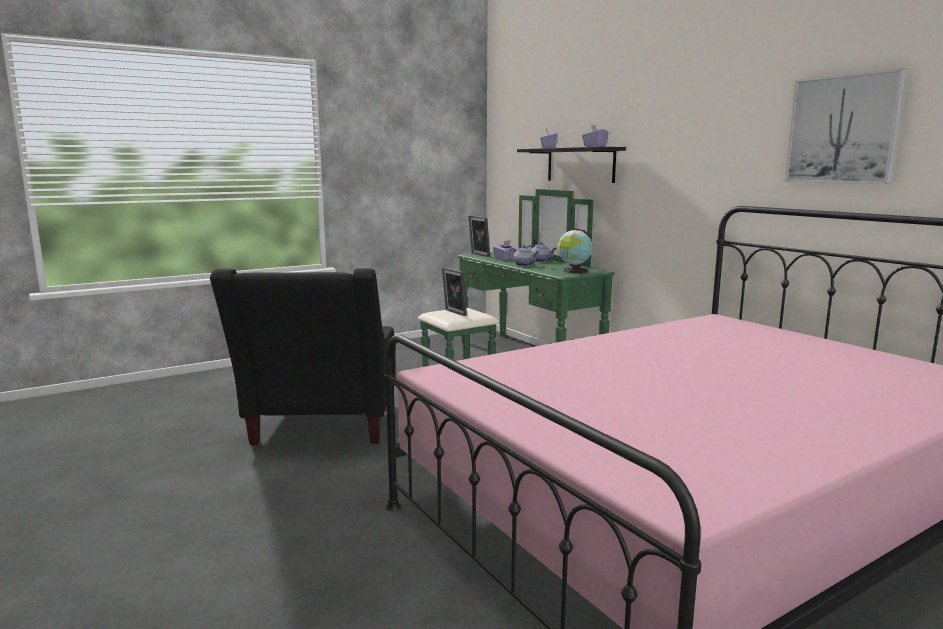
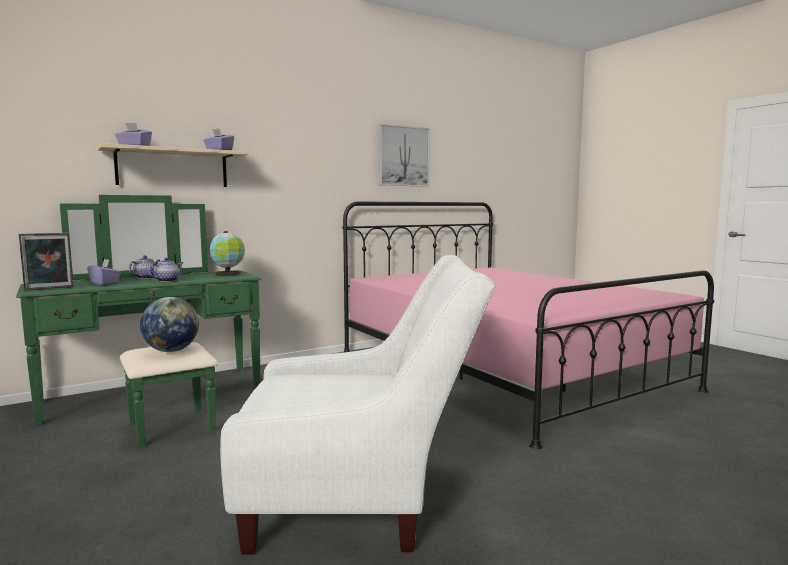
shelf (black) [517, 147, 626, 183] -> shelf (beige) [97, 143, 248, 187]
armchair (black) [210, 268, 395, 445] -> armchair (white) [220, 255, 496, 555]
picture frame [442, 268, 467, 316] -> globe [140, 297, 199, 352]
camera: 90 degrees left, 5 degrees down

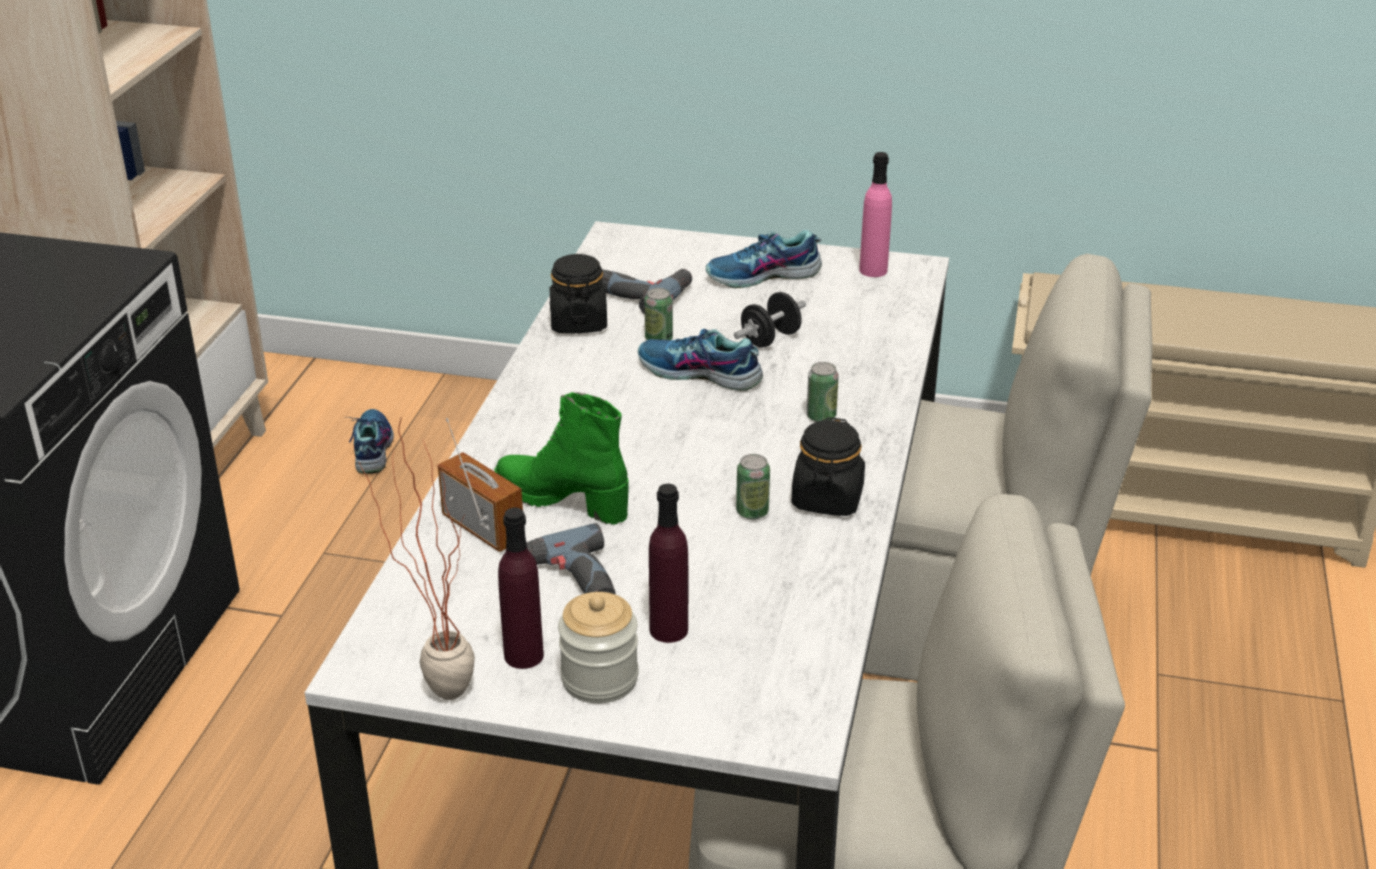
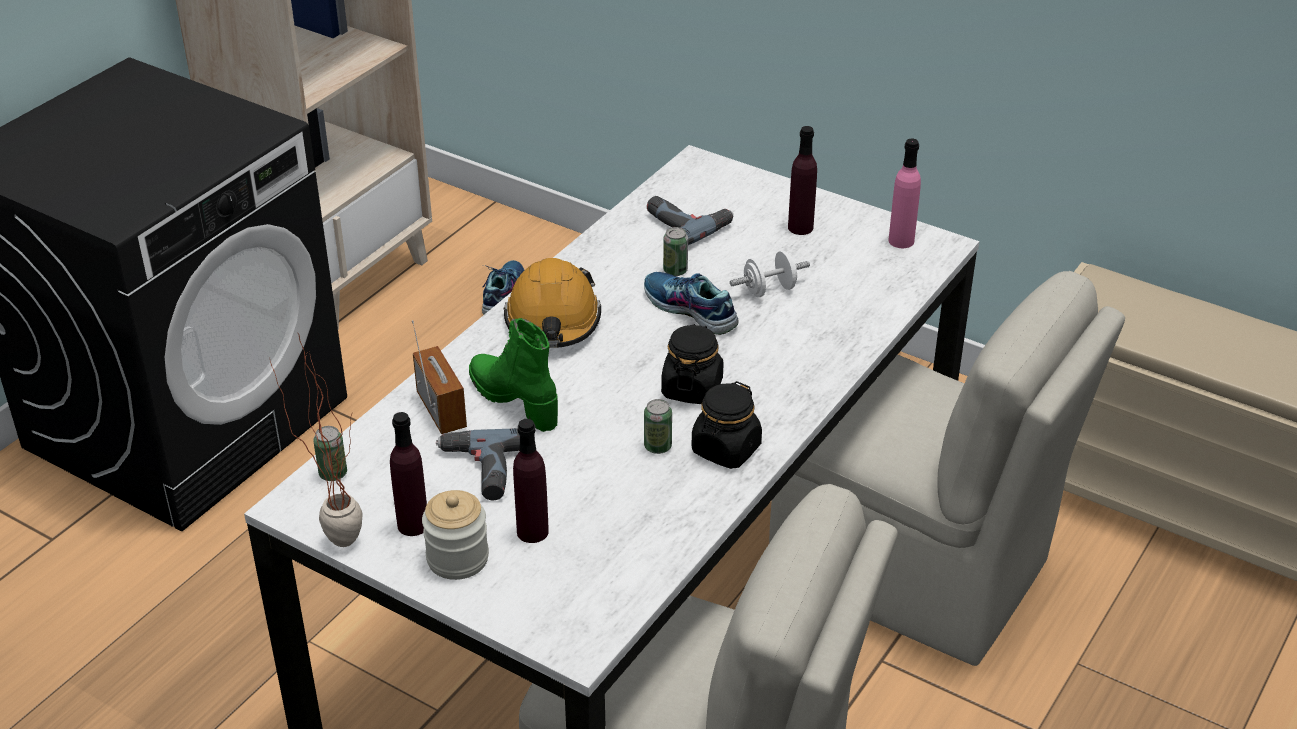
shoe [706, 230, 822, 288] -> bottle (purple) [788, 126, 817, 235]
jar (black) [550, 254, 607, 333] -> jar (black) [661, 324, 723, 404], shifted
dumbbell (black) [734, 292, 806, 348] -> dumbbell (white) [730, 251, 810, 297]
can [806, 362, 839, 422] -> can [313, 426, 347, 481], shifted
none -> hard hat (orange) [504, 258, 601, 348]
camera: 20 degrees right, 5 degrees up

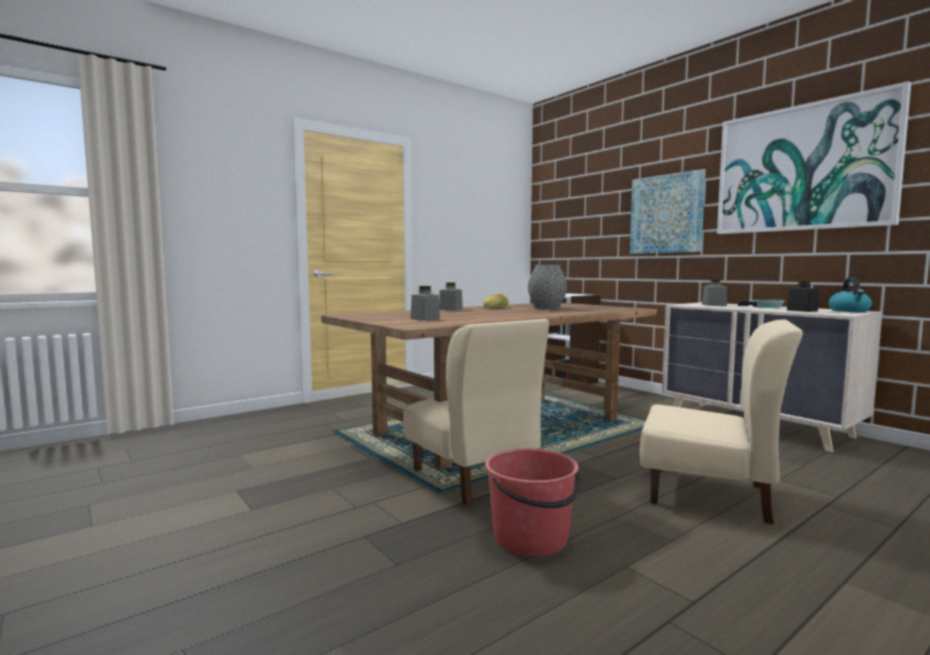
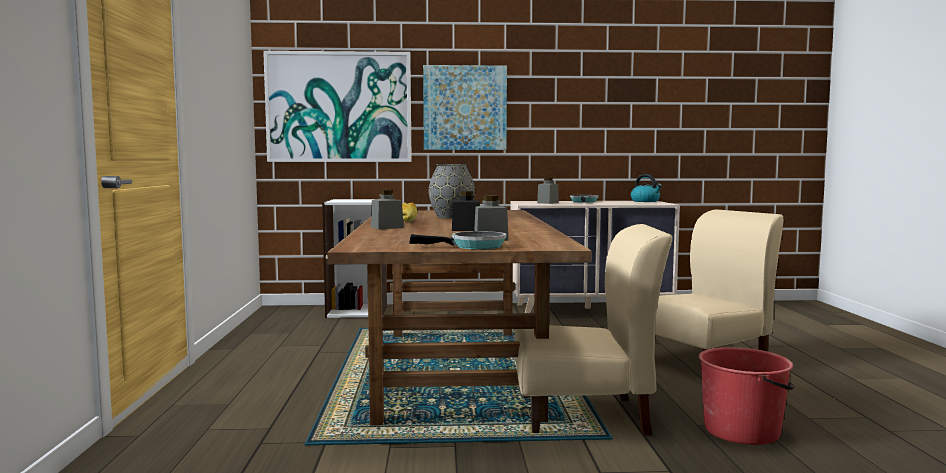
picture [717, 81, 911, 234] -> picture [263, 51, 412, 162], shifted
jar (black) [787, 281, 818, 312] -> jar (black) [452, 191, 480, 231], shifted
none -> frying pan [409, 231, 507, 249]
camera: 55 degrees left, 0 degrees up

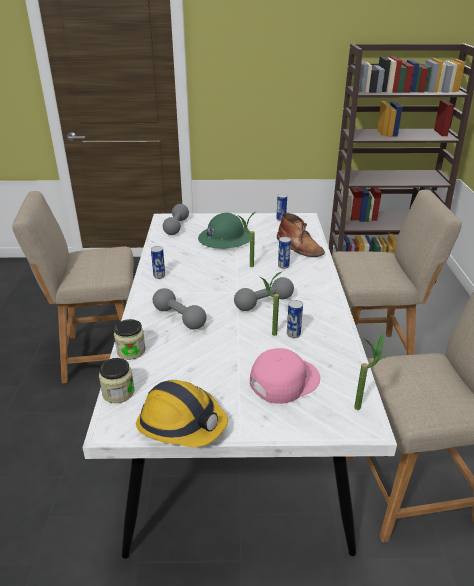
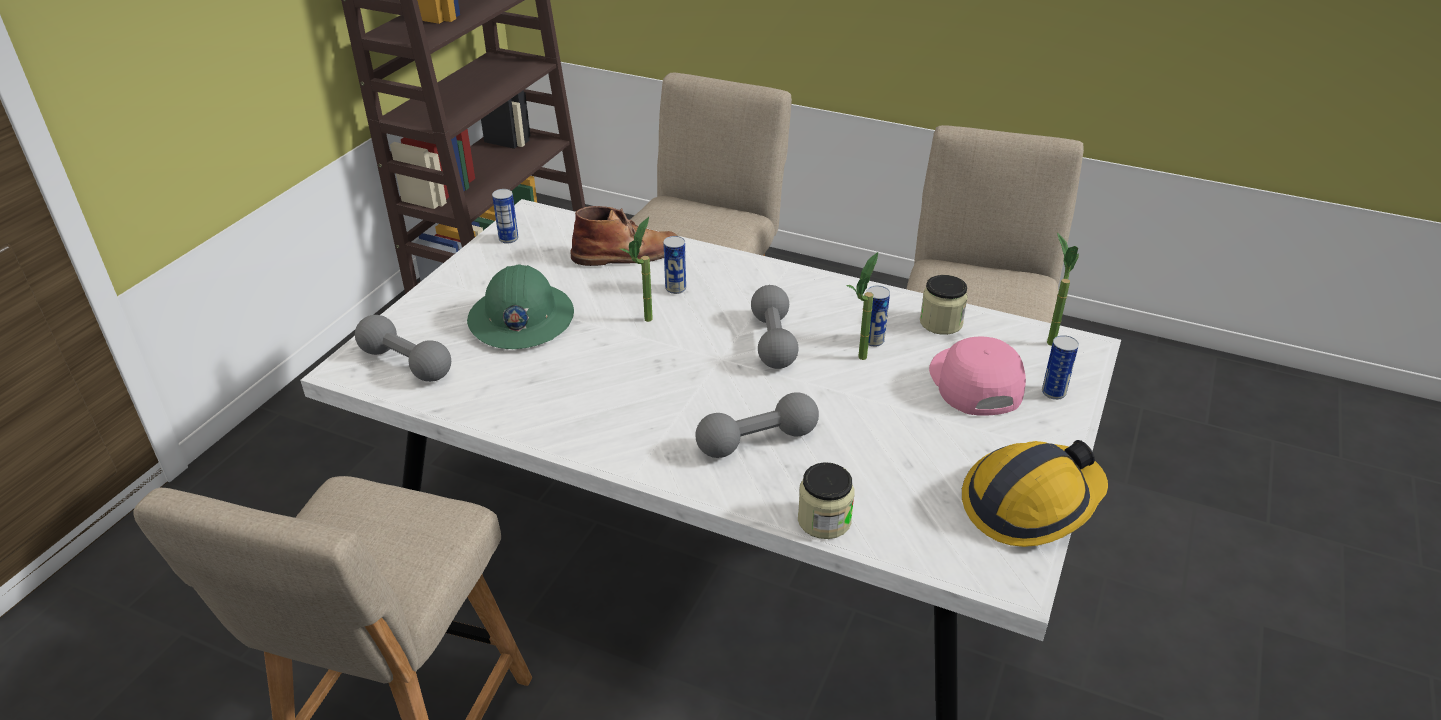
can [151, 246, 165, 279] -> can [1042, 335, 1079, 400], shifted
jar [99, 358, 134, 403] -> jar [920, 275, 968, 335], shifted
camera: 65 degrees left, 5 degrees up

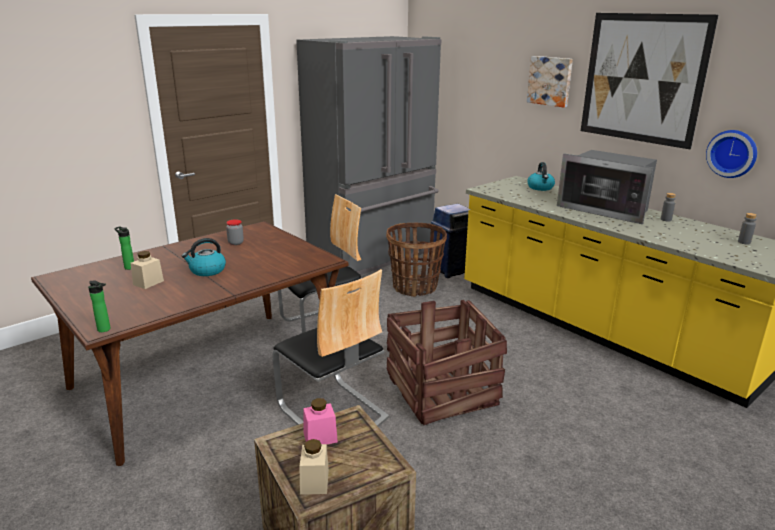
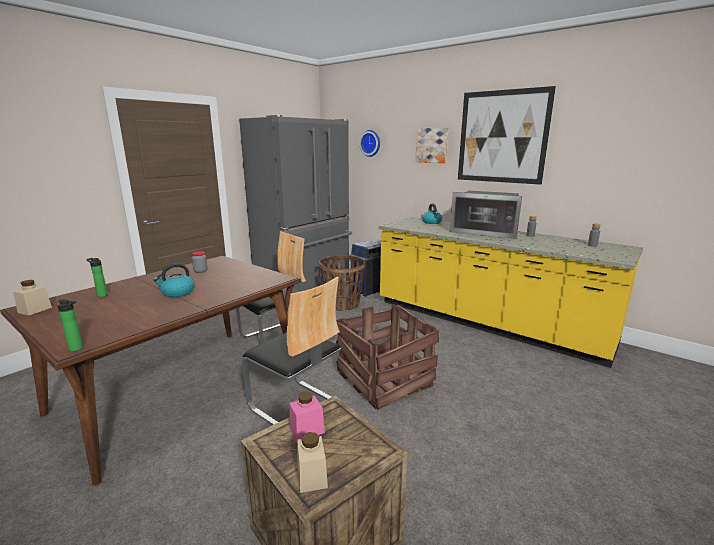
wall clock [706, 130, 757, 178] -> wall clock [359, 130, 380, 157], shifted
jar (beige) [131, 251, 164, 289] -> jar (beige) [13, 280, 52, 316], shifted
camera: 10 degrees left, 5 degrees down

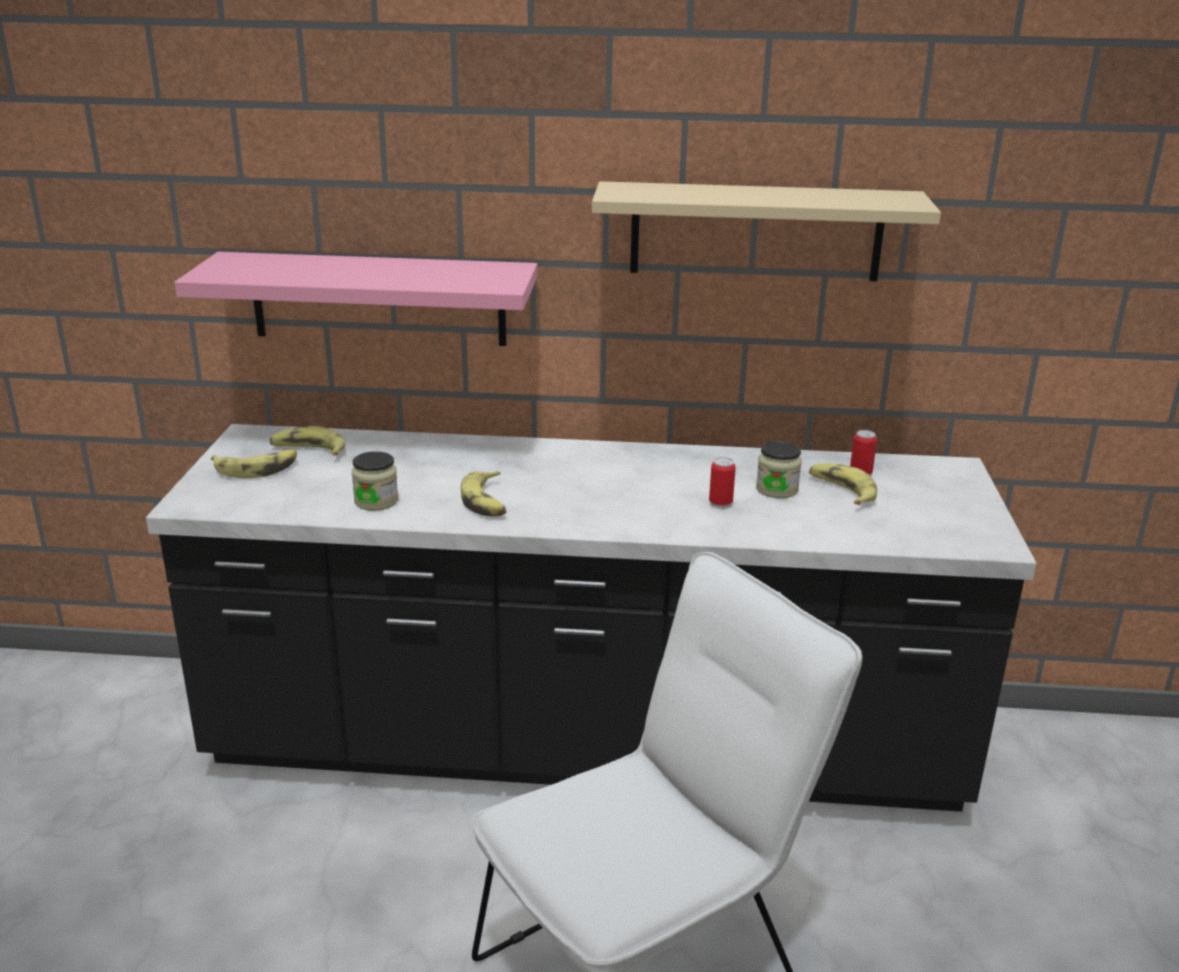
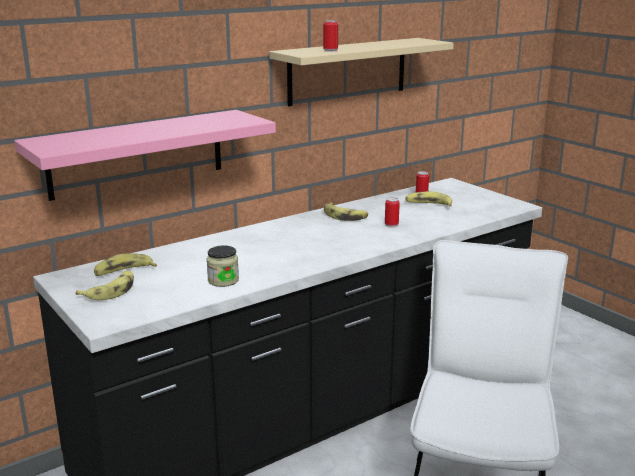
jar [756, 441, 802, 498] -> none
banana [461, 471, 506, 516] -> banana [324, 202, 368, 221], shifted
none -> can [323, 20, 338, 52]
camera: 40 degrees left, 5 degrees down

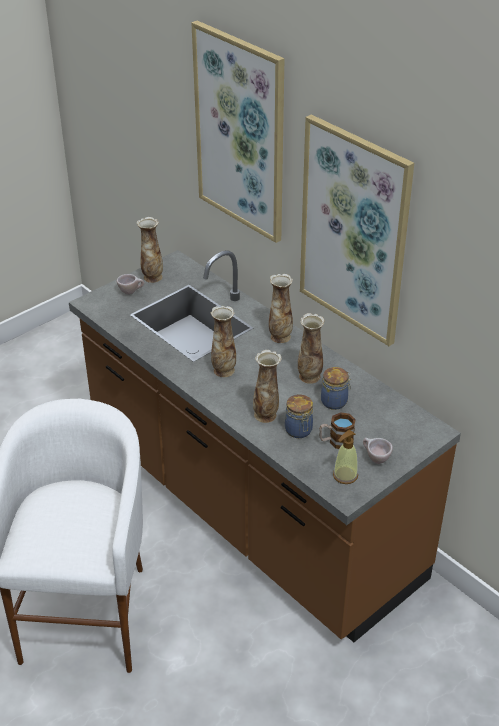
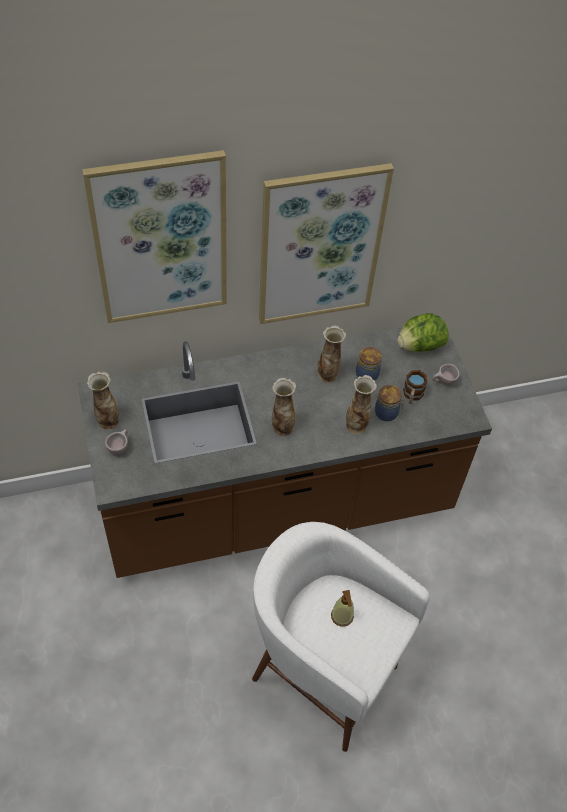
vase [269, 274, 293, 343] -> none
soap dispenser [333, 430, 358, 484] -> soap dispenser [331, 590, 354, 627], shifted
none -> lettuce [397, 313, 449, 352]
camera: 65 degrees left, 15 degrees up

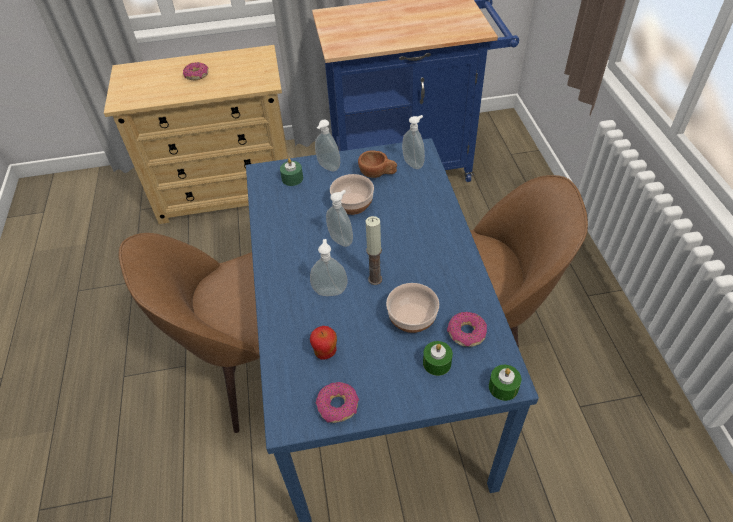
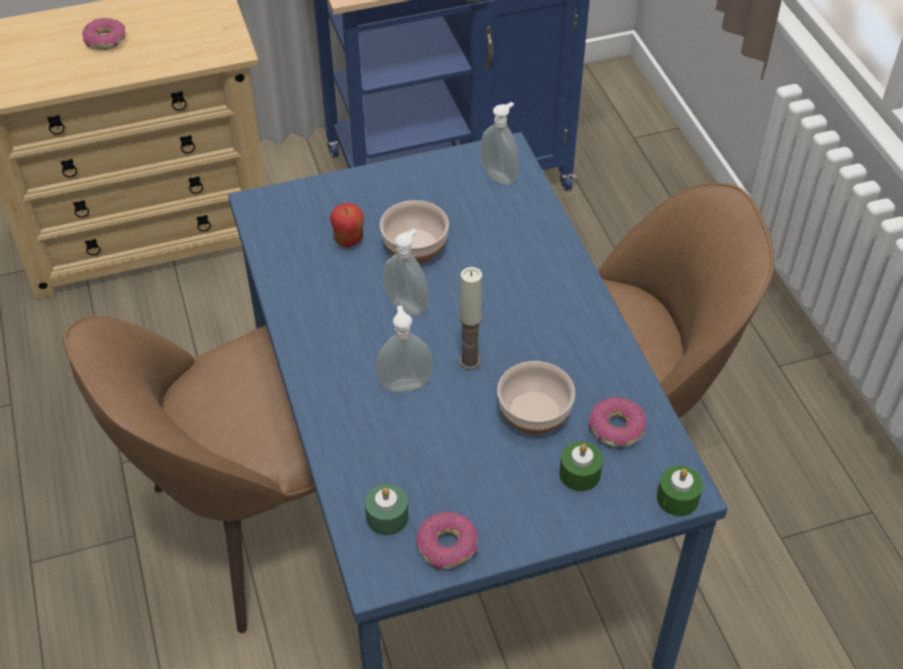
soap dispenser [315, 119, 340, 171] -> none
cup (brown) [358, 151, 397, 178] -> none
candle (green) [280, 158, 303, 186] -> candle (green) [365, 484, 408, 535], shifted
apple [310, 326, 337, 360] -> apple [330, 203, 364, 247], shifted
camera: 10 degrees left, 0 degrees up

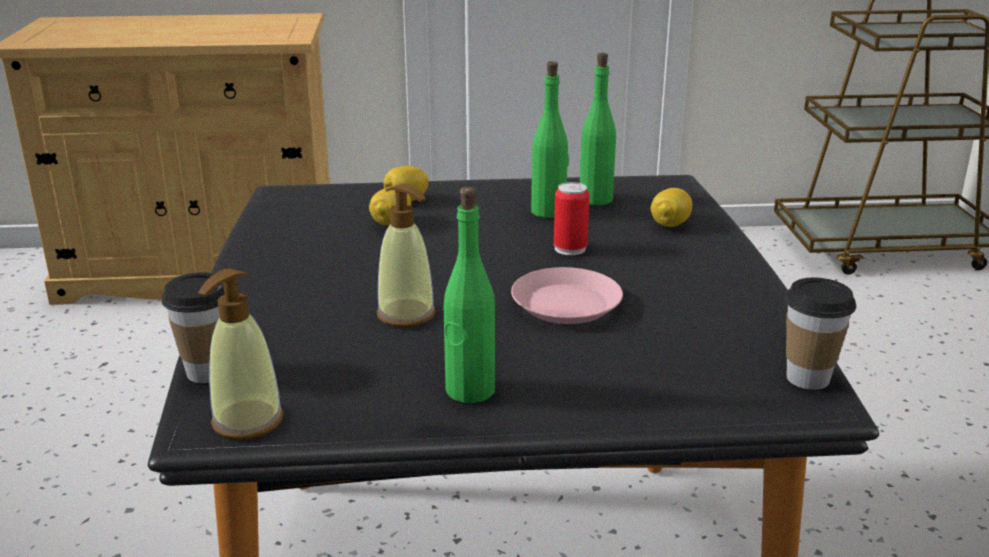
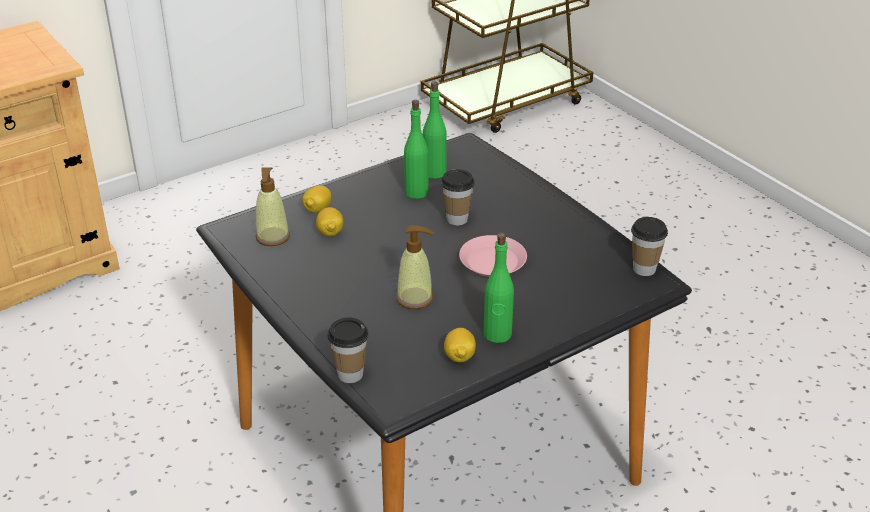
can [554, 182, 589, 255] -> cup [441, 169, 475, 225]
lemon [651, 188, 692, 227] -> lemon [444, 328, 476, 363], shifted
soap dispenser [198, 269, 284, 440] -> soap dispenser [256, 167, 290, 246], shifted
camera: 30 degrees left, 10 degrees up

